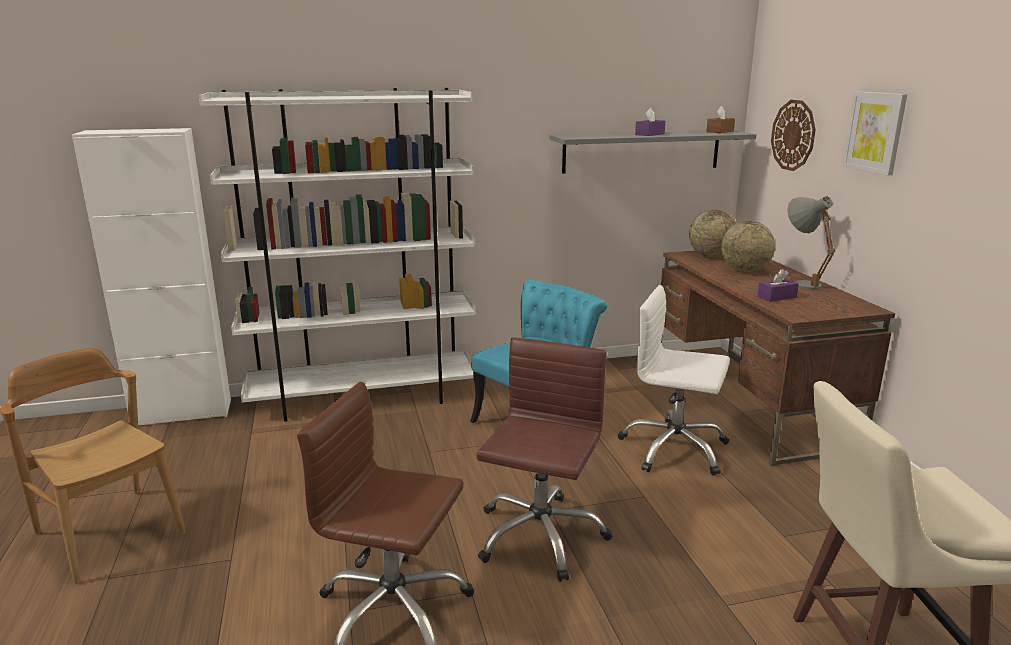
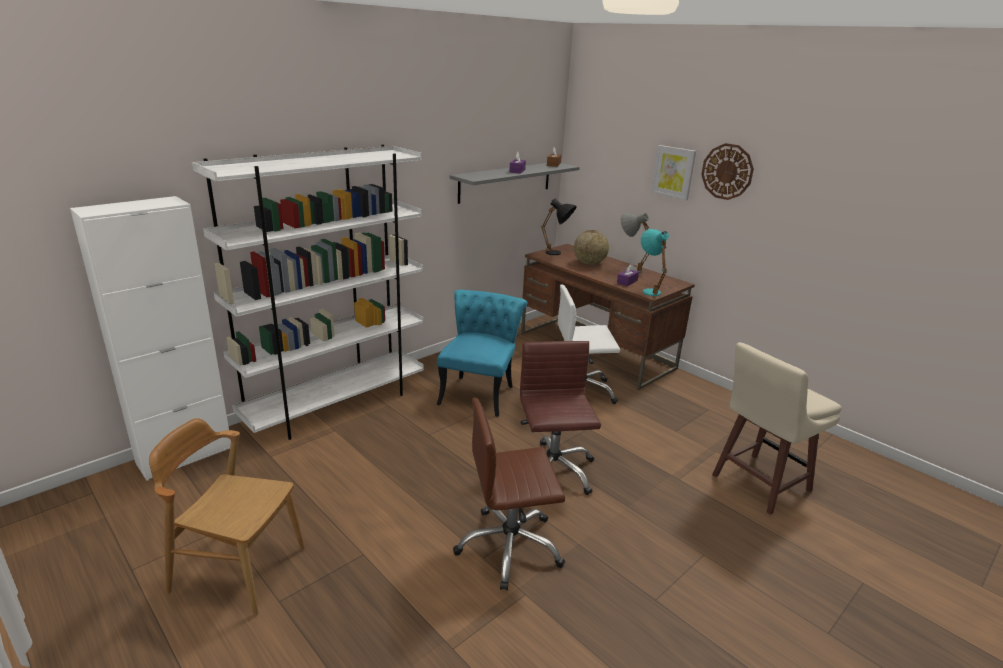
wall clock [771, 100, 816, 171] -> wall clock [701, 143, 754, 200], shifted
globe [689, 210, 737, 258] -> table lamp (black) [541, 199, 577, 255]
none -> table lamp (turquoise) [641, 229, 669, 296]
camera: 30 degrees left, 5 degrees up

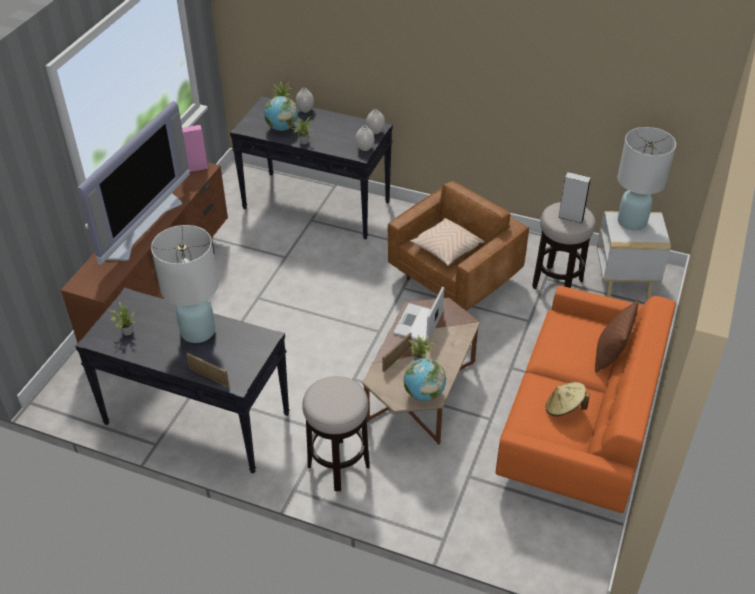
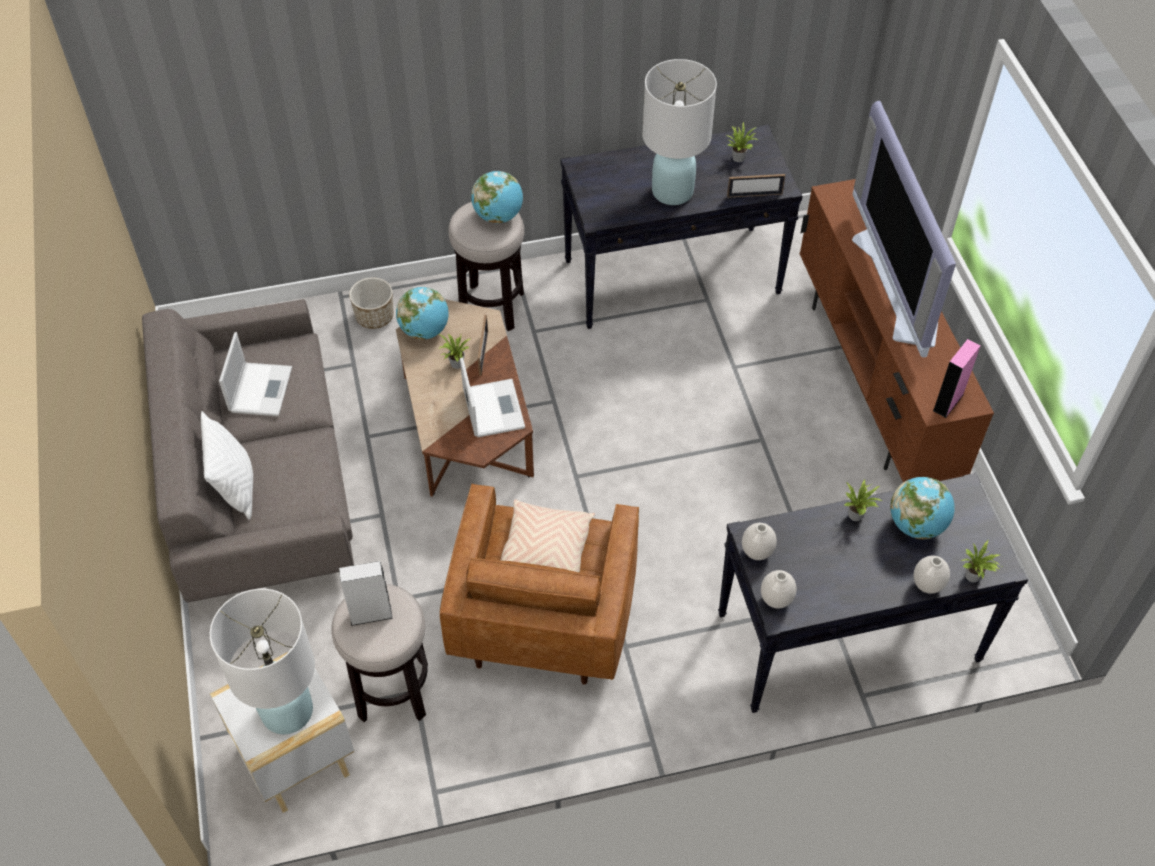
sofa (orange) [496, 285, 676, 513] -> sofa (grey) [142, 299, 354, 602]
pillow (brown) [595, 300, 639, 373] -> pillow (white) [201, 411, 253, 520]
picture frame [186, 353, 229, 387] -> picture frame [727, 174, 785, 198], shifted
hat (beige) [546, 382, 590, 416] -> laptop [219, 332, 292, 416]
none -> globe [471, 171, 523, 223]
none -> planter [349, 277, 394, 329]
camera: 145 degrees right, 10 degrees up

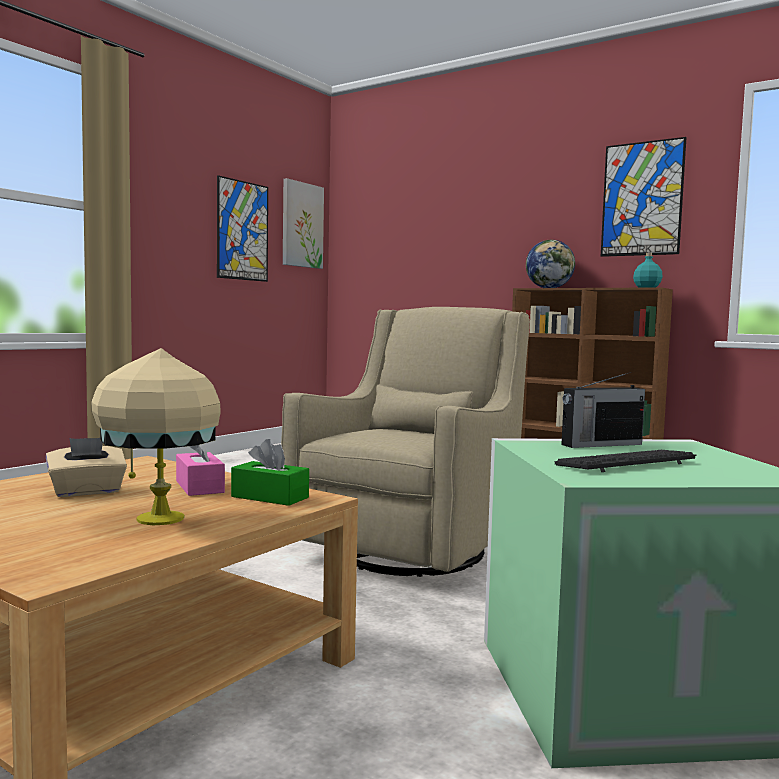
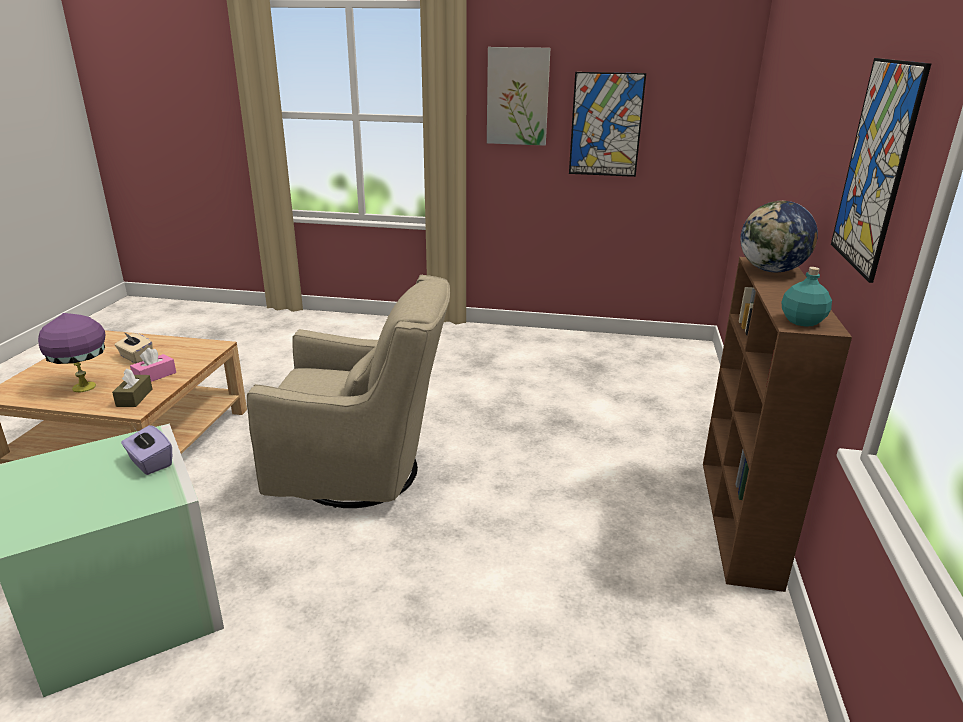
picture [283, 178, 324, 269] -> picture [487, 47, 550, 146], shifted
table lamp (beige) [91, 348, 221, 525] -> table lamp (purple) [38, 313, 106, 392]
radio [561, 372, 645, 448] -> tissue box (purple) [121, 425, 172, 475]
tissue box (green) [231, 439, 309, 506] -> tissue box (brown) [112, 368, 153, 407]
keyboard [555, 450, 696, 472] -> none
camera: 65 degrees right, 20 degrees up

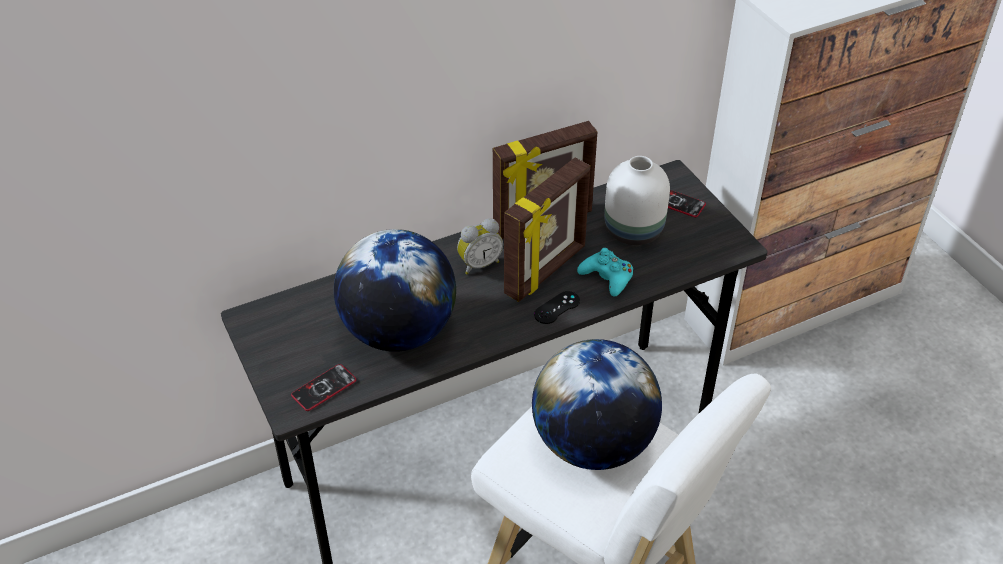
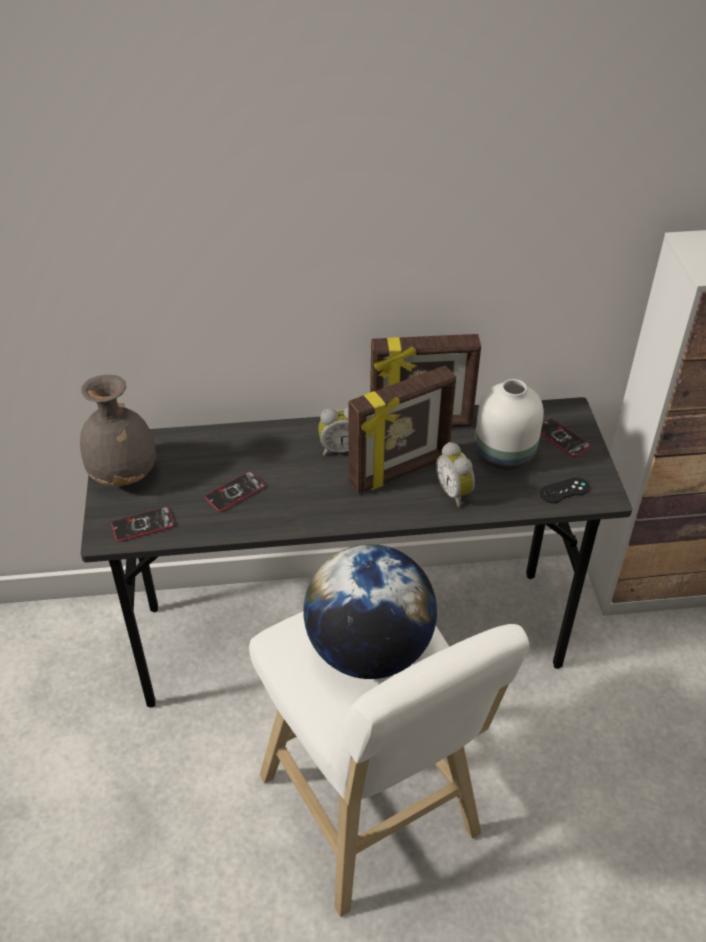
globe [334, 229, 456, 352] -> phone [205, 471, 265, 512]
game controller (turquoise) [577, 248, 633, 297] -> alarm clock [436, 442, 475, 507]
game controller (black) [534, 291, 580, 324] -> game controller (black) [540, 477, 590, 503], shifted
none -> vase (grey) [80, 375, 156, 486]
camera: 20 degrees right, 0 degrees up

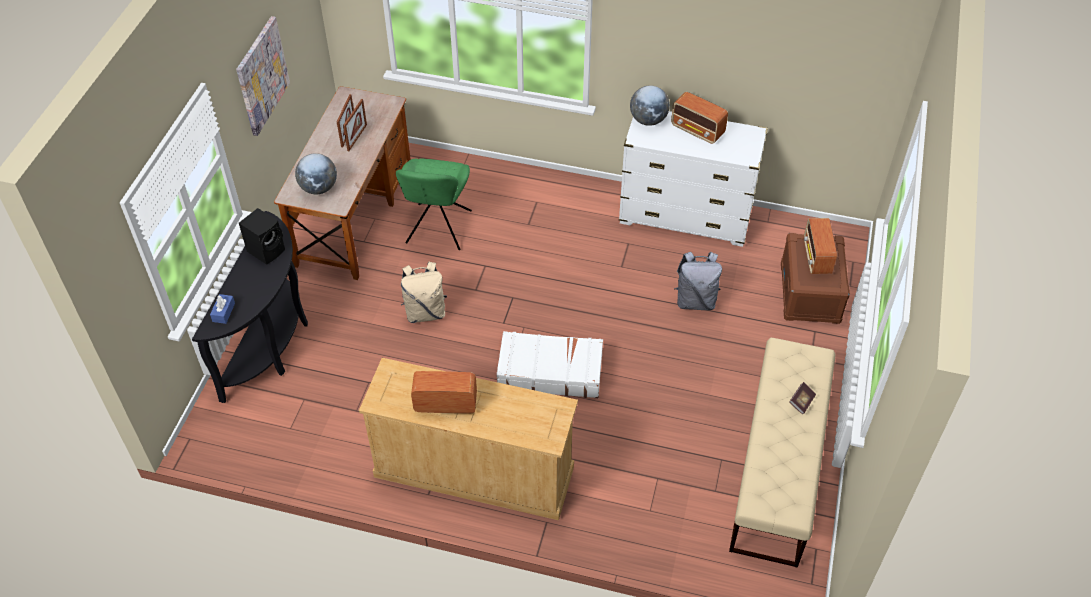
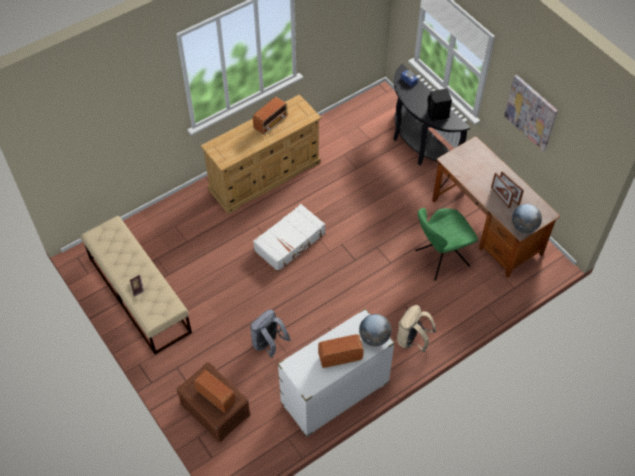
globe [295, 153, 337, 194] -> globe [512, 204, 542, 233], shifted
chair (green) [396, 159, 472, 250] -> chair (green) [415, 208, 478, 281], 75 degrees counterclockwise
backpack (beige) [401, 262, 447, 323] -> backpack (beige) [397, 305, 436, 352], shifted
camera: 130 degrees right, 5 degrees up

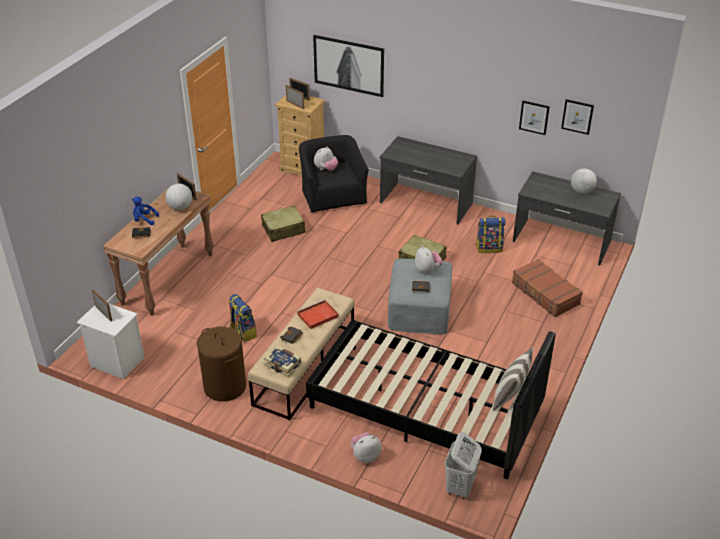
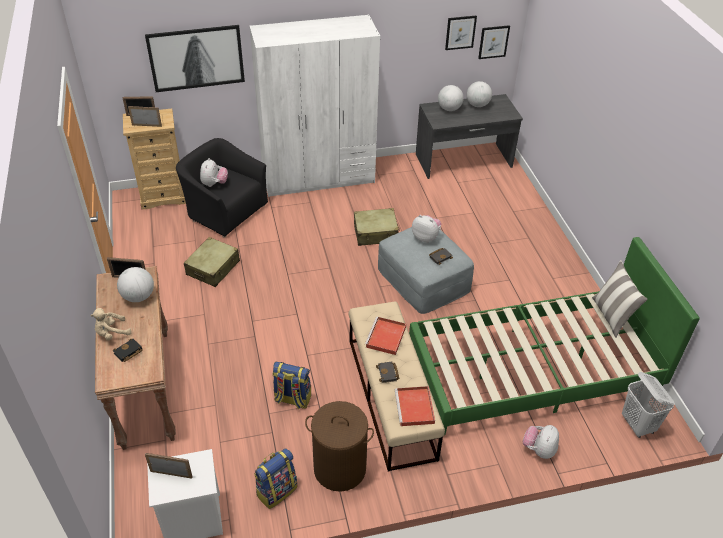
picture [519, 101, 550, 135] -> picture [478, 25, 510, 59], shifted
desk (grey) [380, 136, 477, 224] -> wardrobe (white) [250, 15, 380, 197]
plush toy (blue) [132, 197, 159, 225] -> plush toy (beige) [90, 308, 132, 341]
backpack [476, 216, 506, 253] -> backpack [254, 448, 297, 509], shifted
suitcase (brown) [512, 259, 583, 317] -> none
bed (black) [306, 320, 556, 479] -> bed (green) [409, 237, 700, 435]
book [264, 346, 302, 377] -> tray (red) [395, 386, 435, 426]
none -> globe [438, 85, 464, 111]
camera: 40 degrees left, 5 degrees up

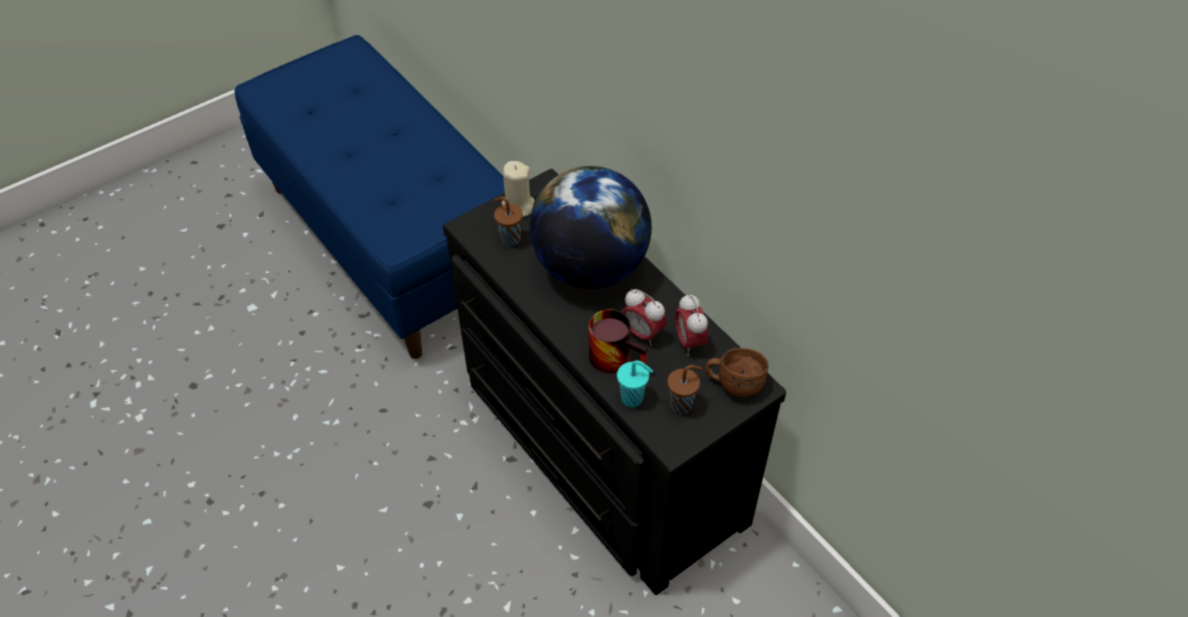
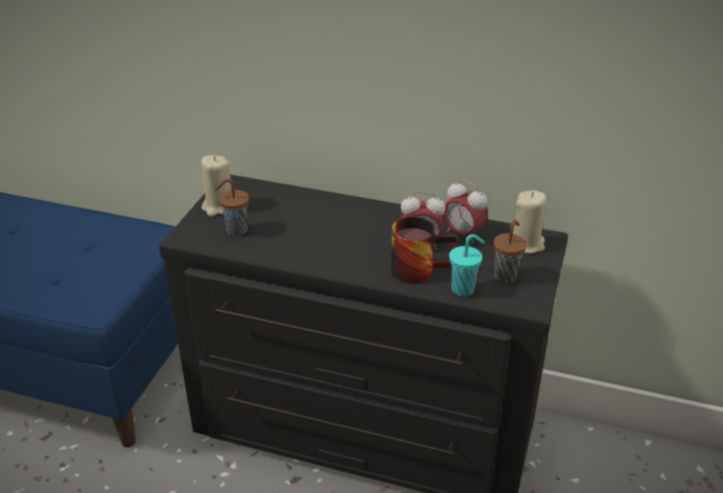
globe [530, 166, 652, 289] -> none
mug (brown) [705, 348, 769, 397] -> candle (beige) [513, 190, 546, 254]
camera: 35 degrees left, 15 degrees down

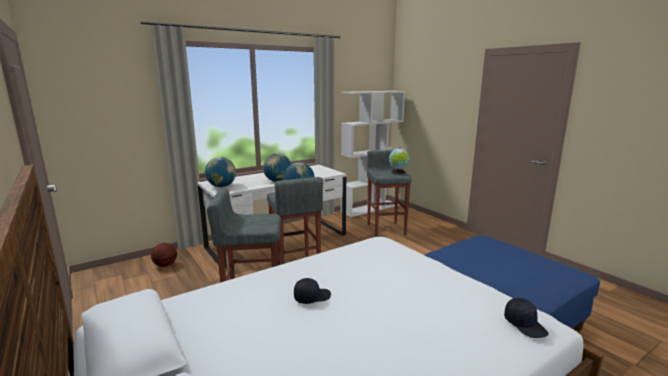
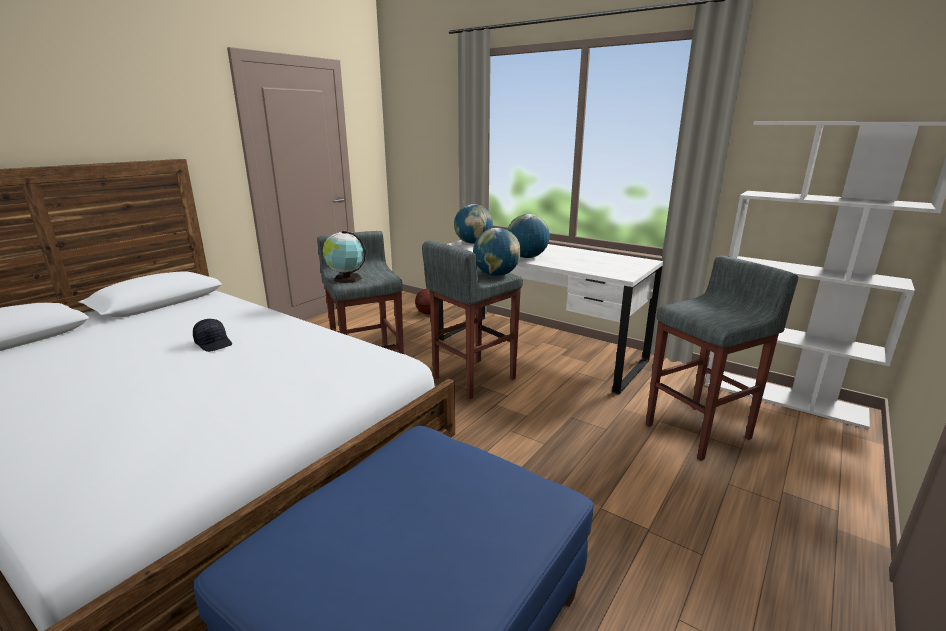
globe [389, 148, 410, 174] -> globe [323, 231, 366, 283], shifted
cap (black) [504, 298, 549, 338] -> none
camera: 70 degrees right, 5 degrees up

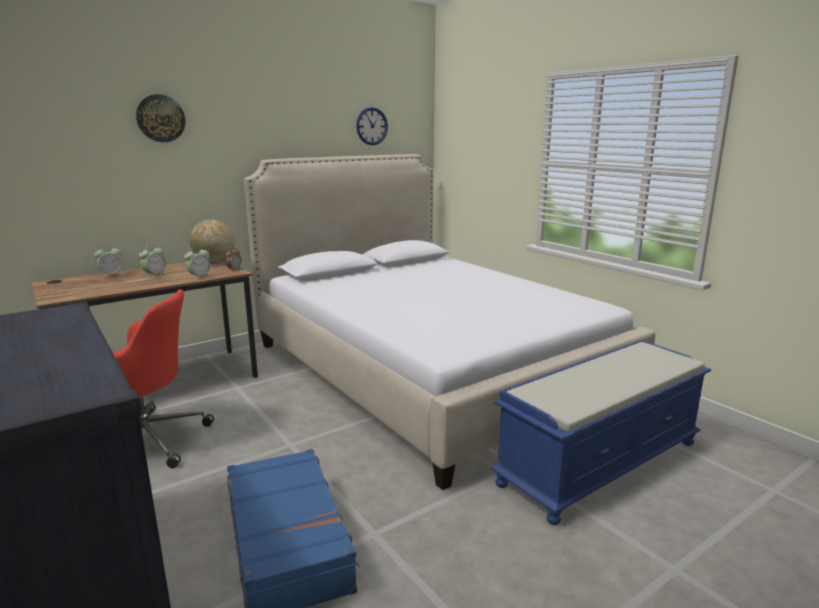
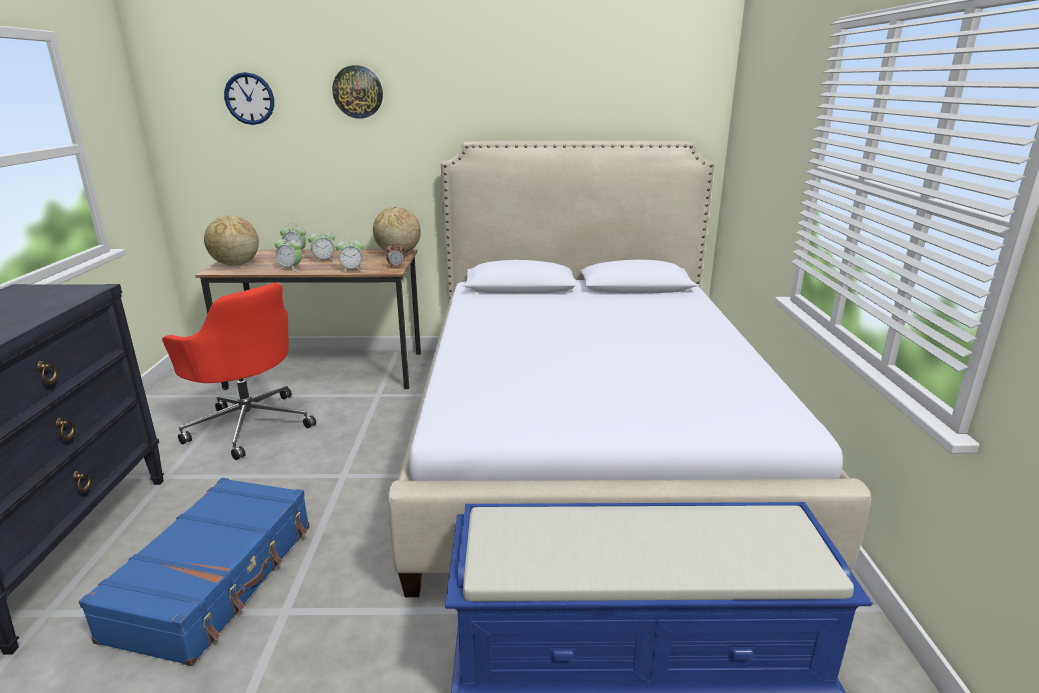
wall clock [356, 107, 388, 145] -> wall clock [224, 72, 274, 125], shifted
none -> globe [204, 215, 259, 266]
none -> alarm clock [275, 235, 302, 271]
camera: 35 degrees right, 5 degrees up

